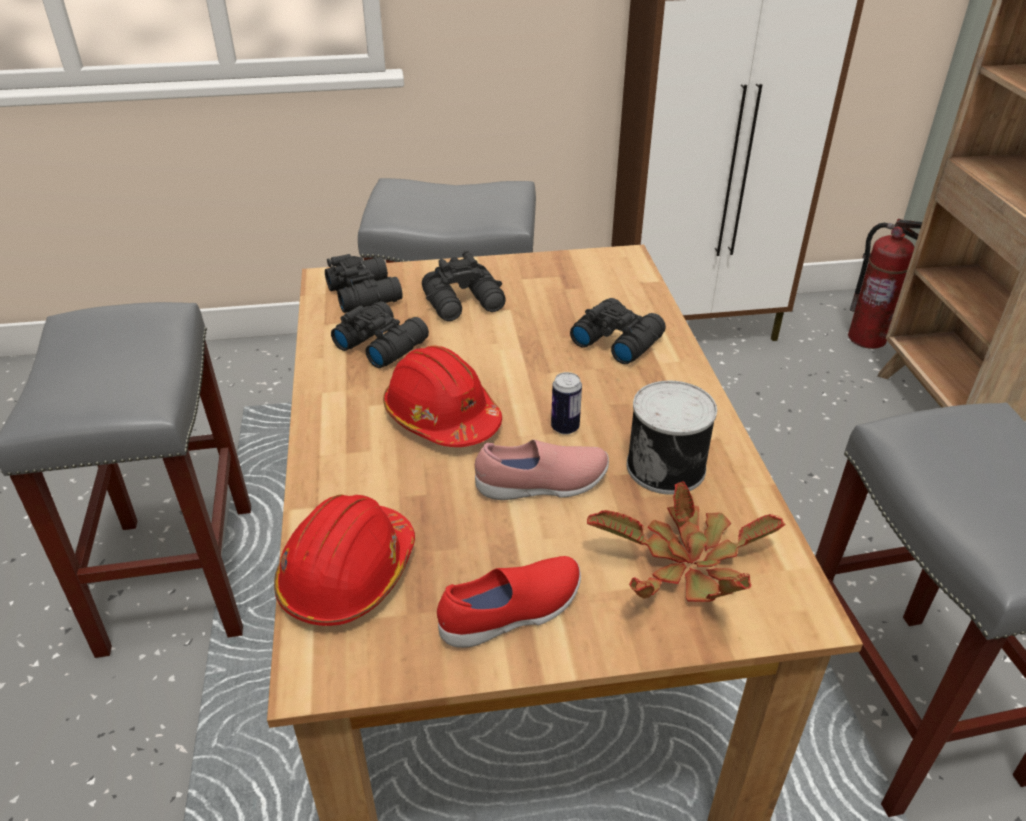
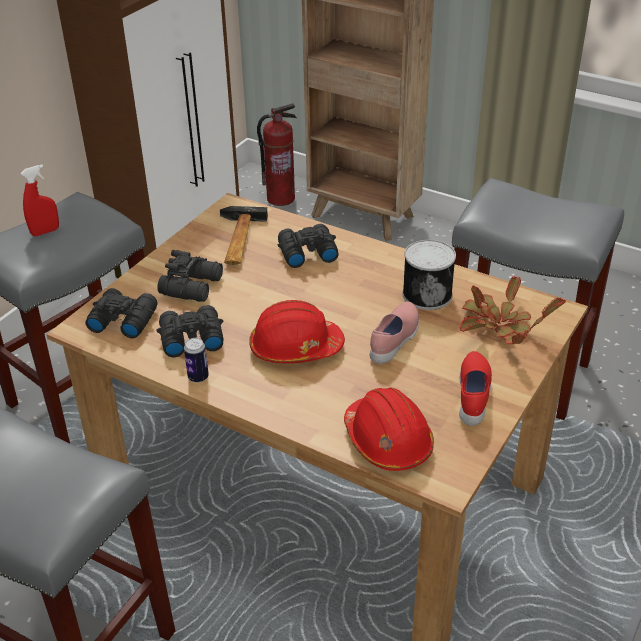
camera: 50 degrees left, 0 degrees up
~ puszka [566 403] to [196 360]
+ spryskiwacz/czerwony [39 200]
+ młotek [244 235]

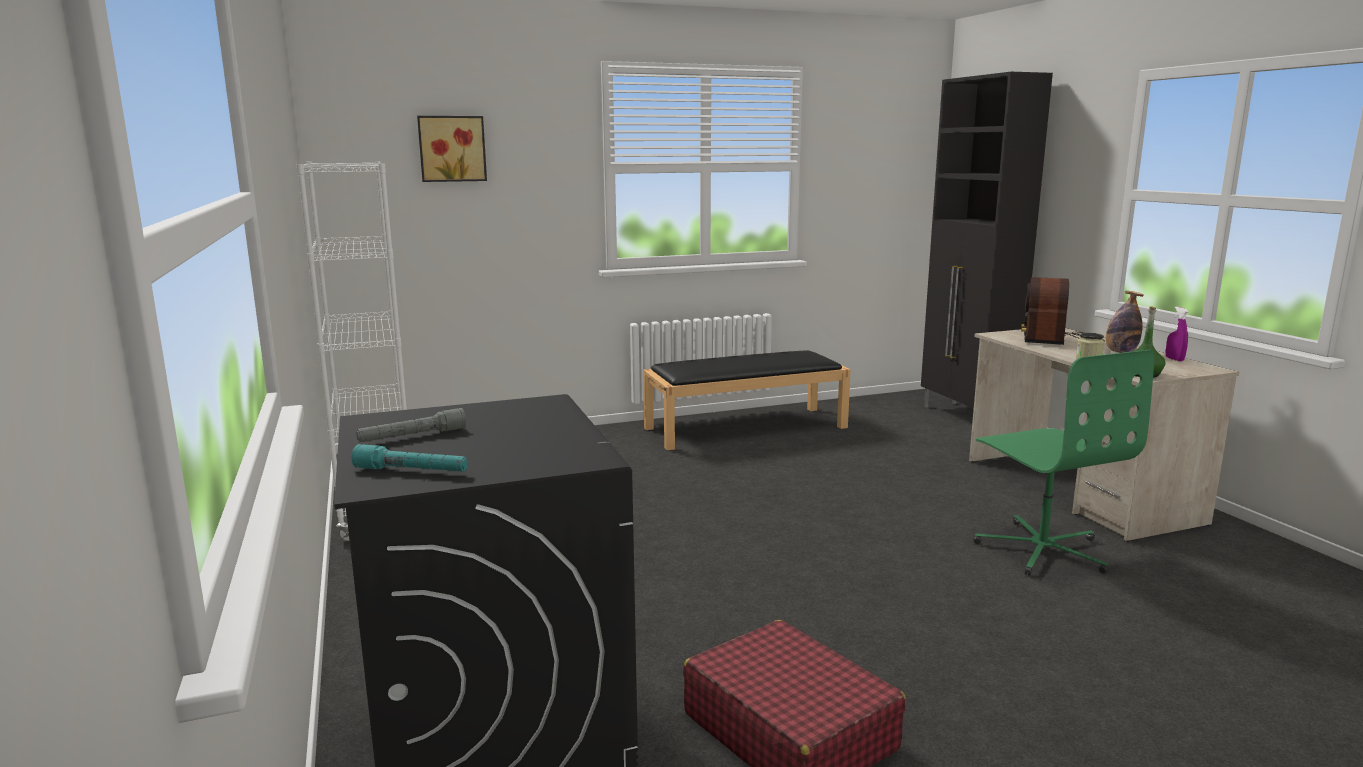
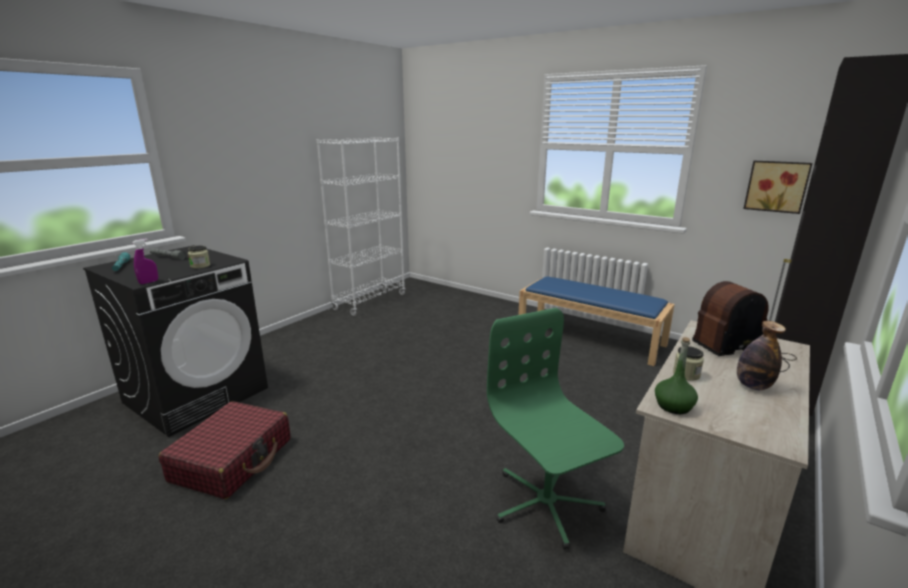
camera: 55 degrees right, 5 degrees up
~ obraz [452 149] to [777 187]
~ ławka/czarny [747 400] to ławka/niebieski [596 321]
~ krzesło biurowe/zielony [1064 463] = [555 429] 120 degrees clockwise
~ spryskiwacz/fioletowy [1177 334] to [145 261]
+ słoik [199 257]

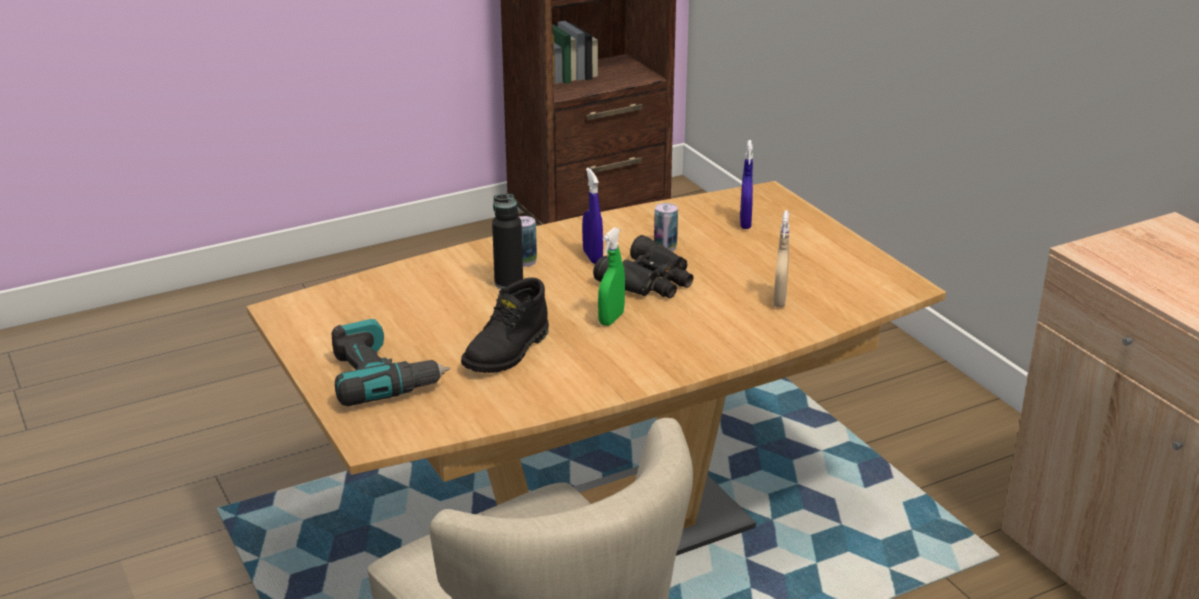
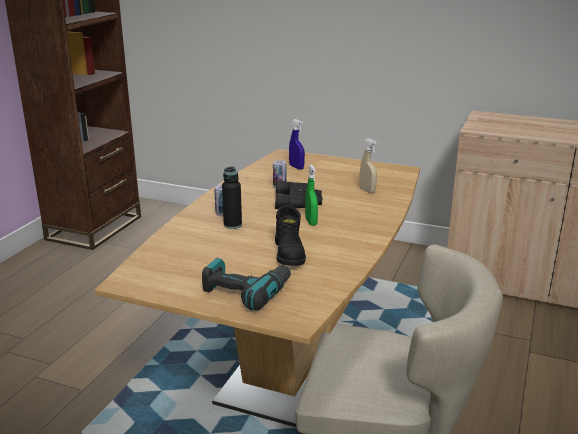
camera: 40 degrees left, 5 degrees down
- spryskiwacz/niebieski [592 216]

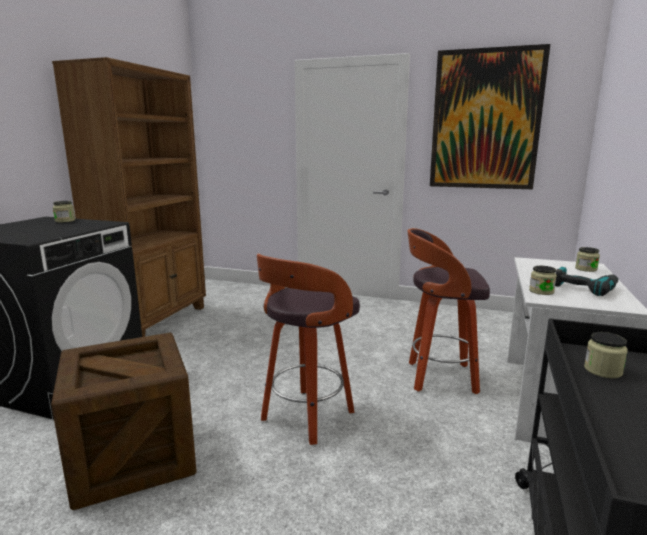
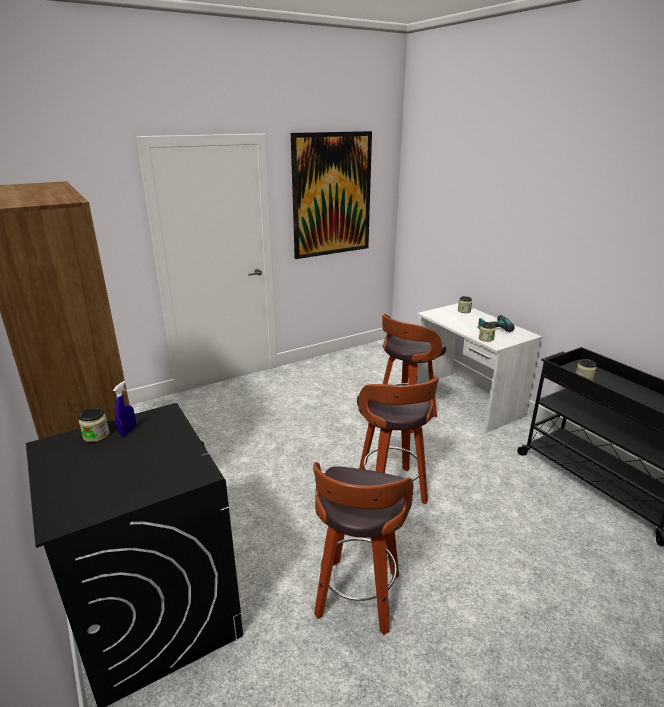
camera: 50 degrees left, 10 degrees up
~ skrzynka [124 421] to stołek [363 548]
+ spryskiwacz/niebieski [124 408]

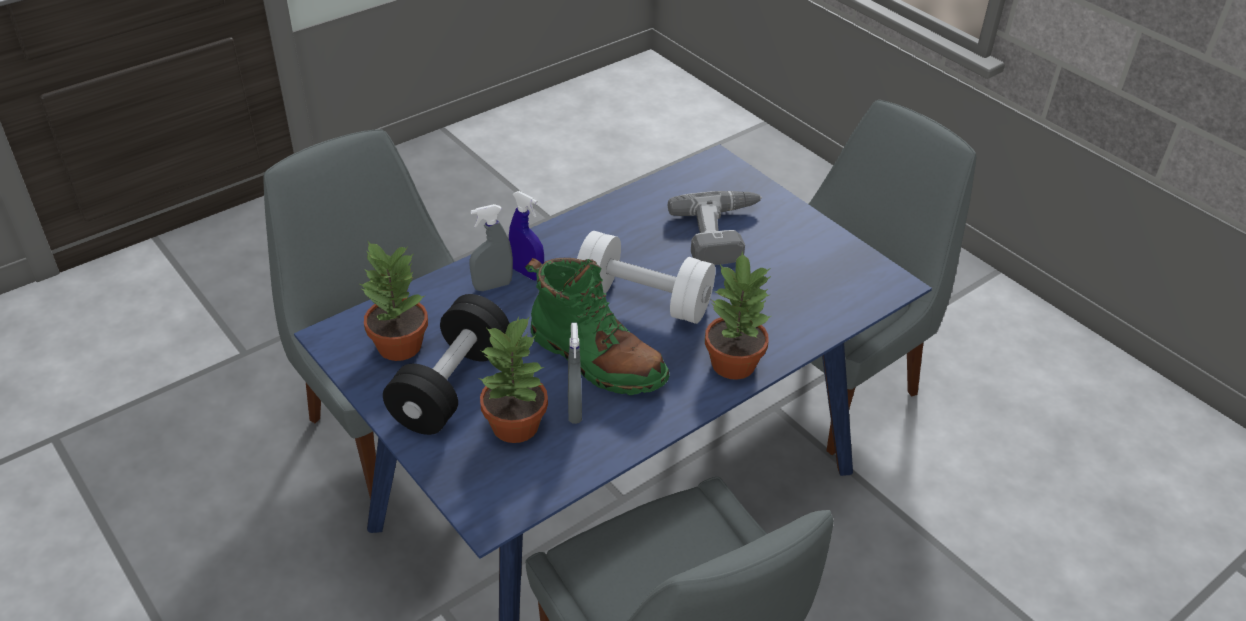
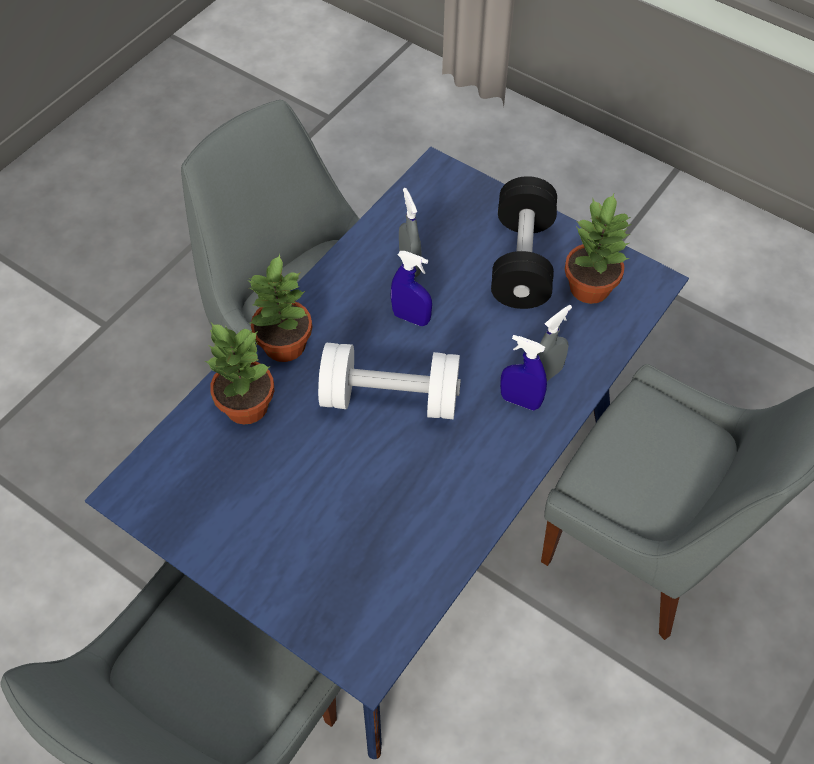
camera: 165 degrees right, 15 degrees up
~ roślina doniczkowa [513 379] to [239 373]
~ but z cholewką/zielony [597 326] to spryskiwacz/niebieski [411 288]
- wiertarka [715 228]

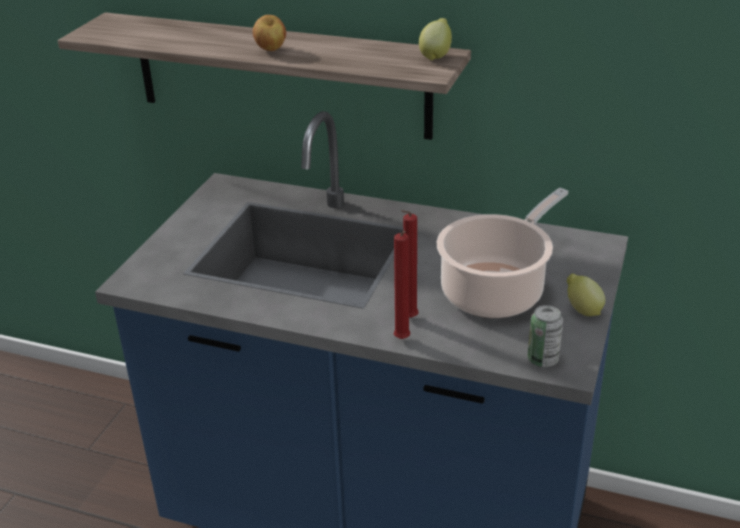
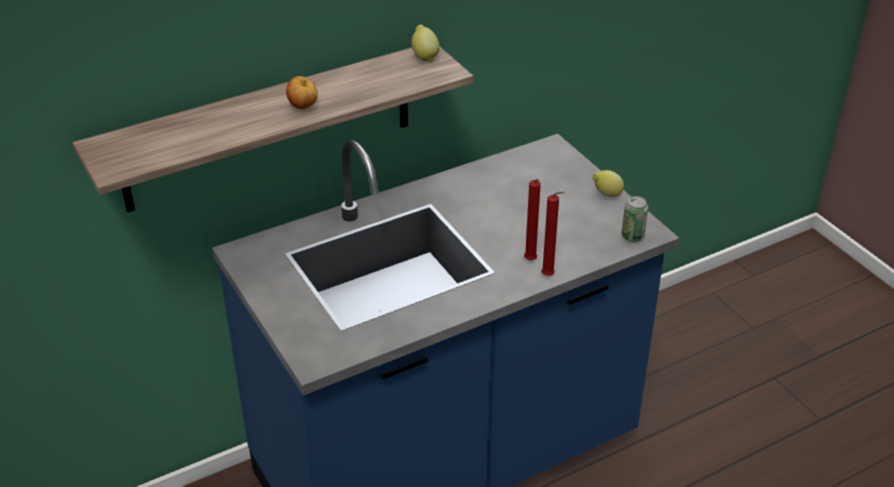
camera: 50 degrees left, 5 degrees up
- garnek [502 252]

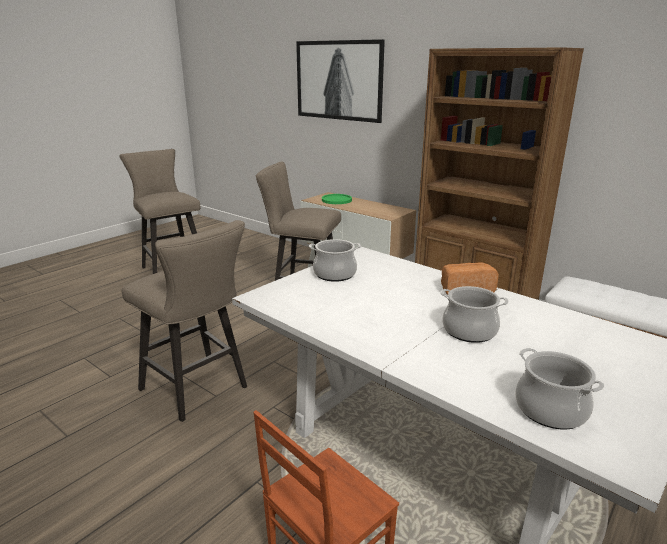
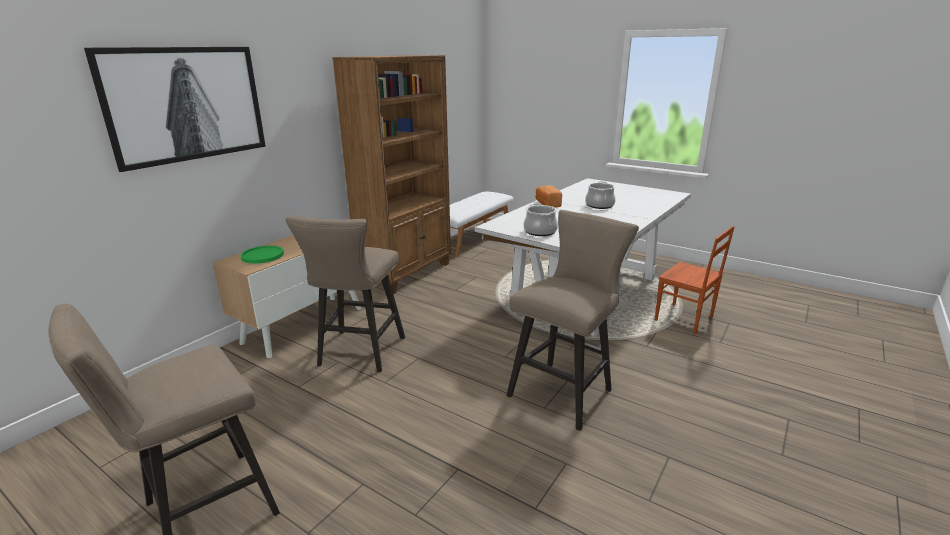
camera: 95 degrees left, 0 degrees up
- garnek [559 389]

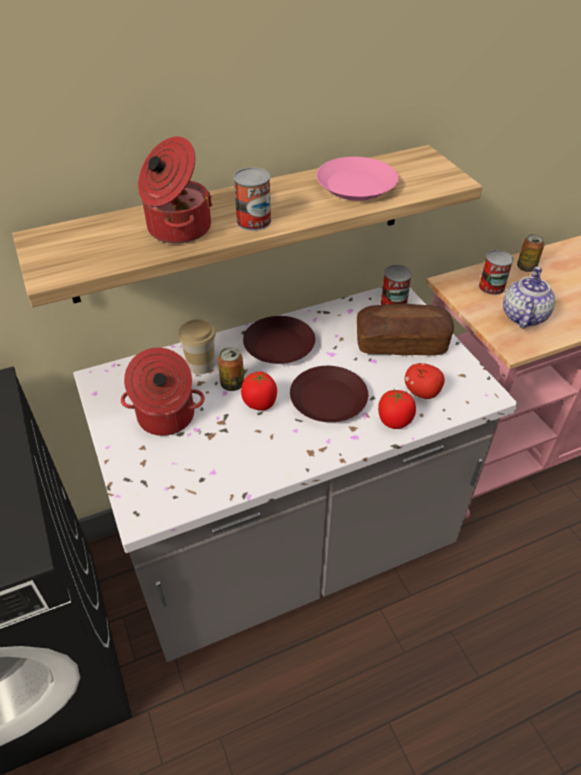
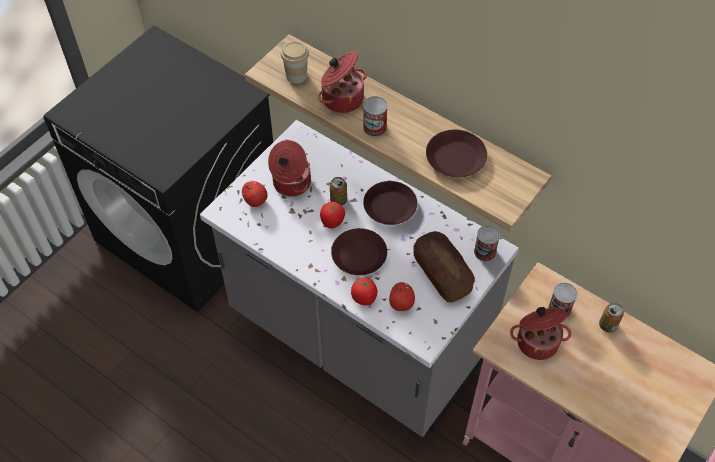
camera: 60 degrees right, 10 degrees up
~ filiżanka [197 346] to [295 62]
~ talerz/różowy [357 179] to talerz/brązowy [456 153]
~ imbryk [529 297] to garnek [540 333]
+ jabłko [255 194]

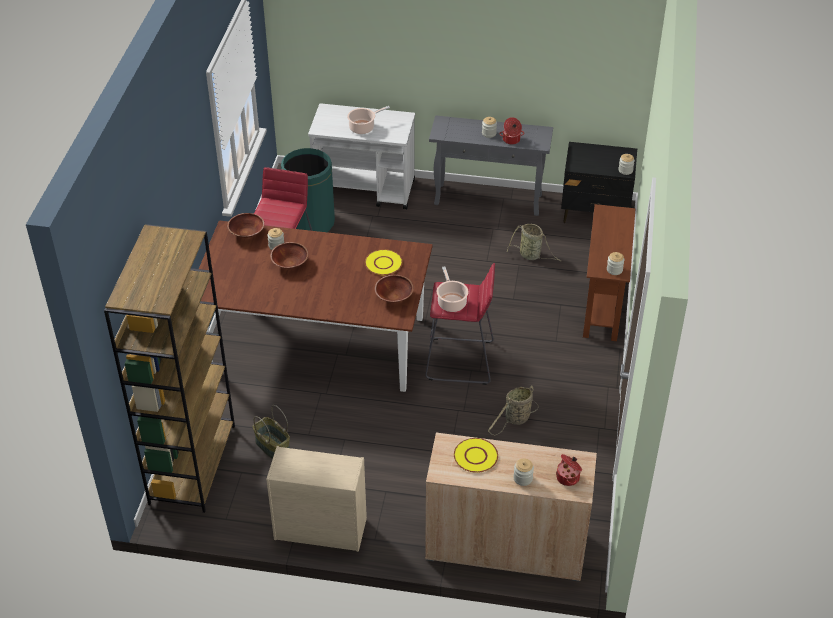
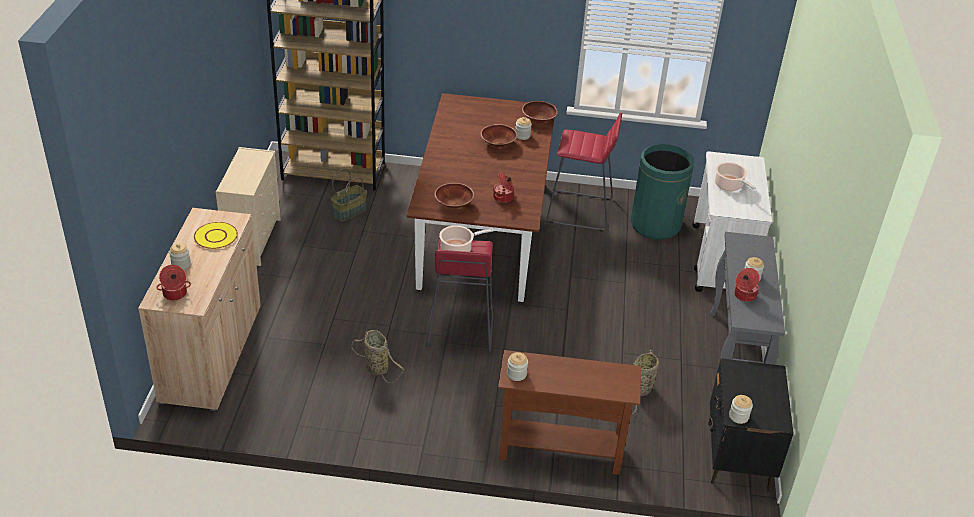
camera: 85 degrees right, 5 degrees down
~ talerz/żółty [384 262] to garnek [503 188]

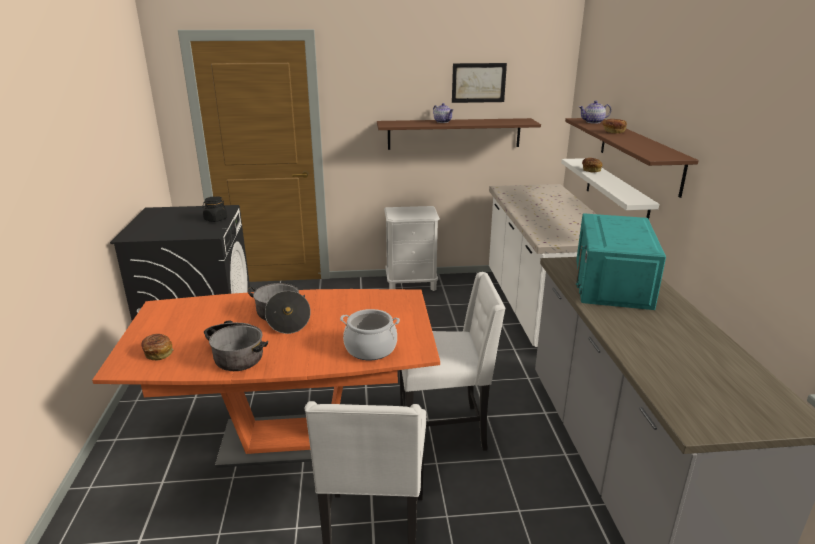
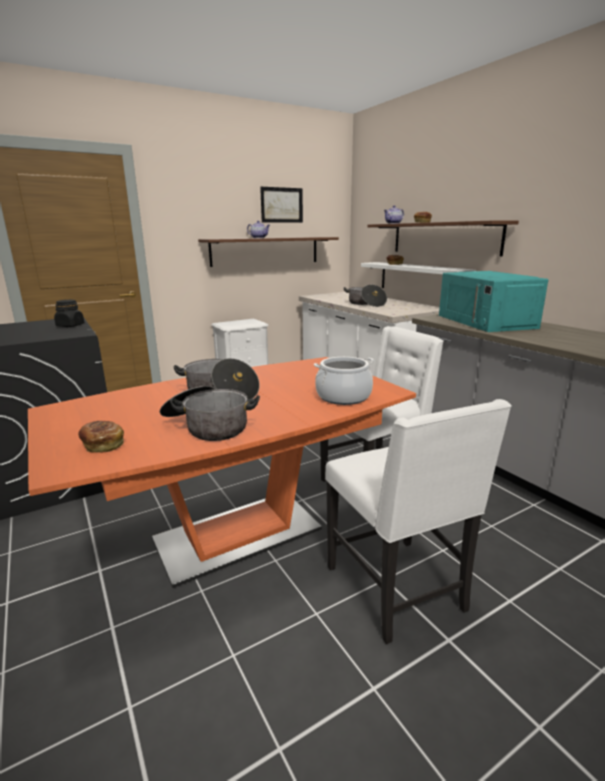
camera: 25 degrees left, 5 degrees down
+ garnek [365 296]

